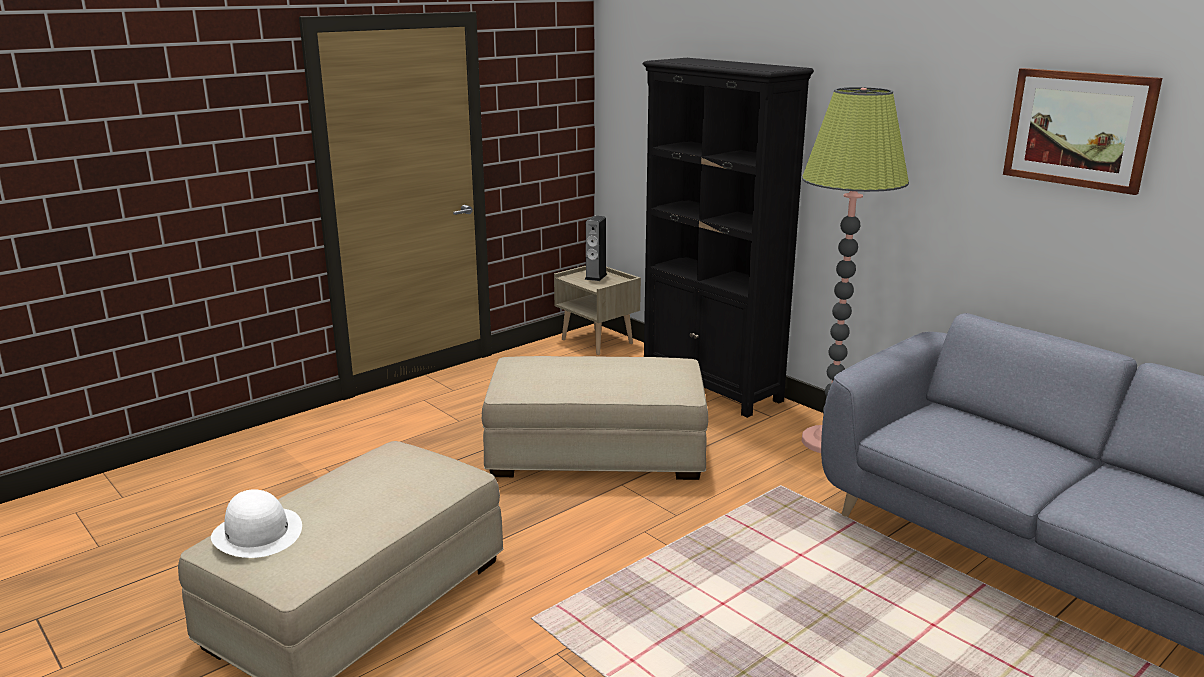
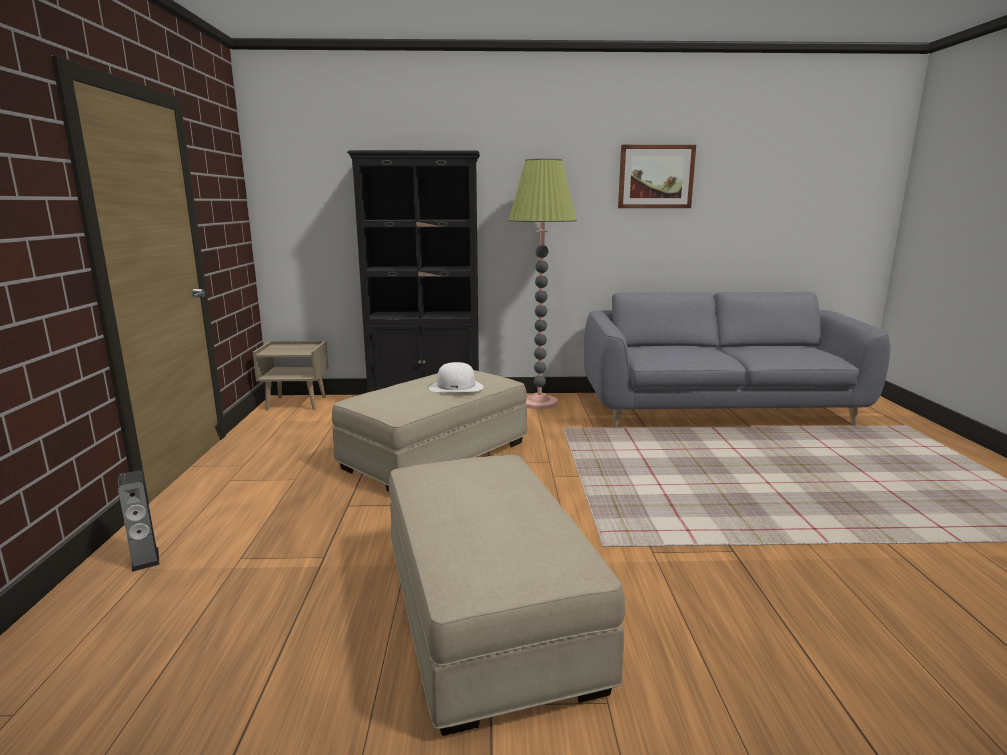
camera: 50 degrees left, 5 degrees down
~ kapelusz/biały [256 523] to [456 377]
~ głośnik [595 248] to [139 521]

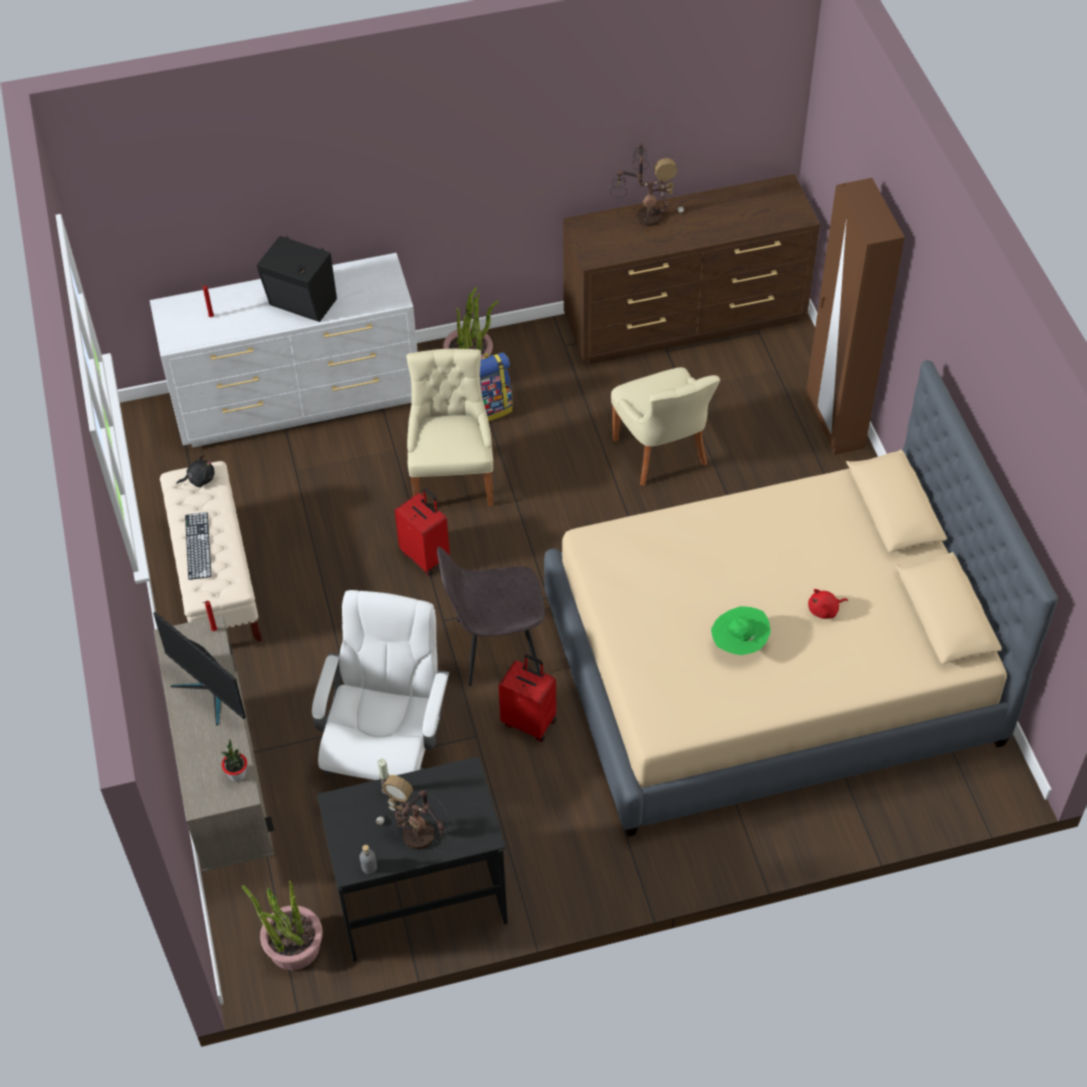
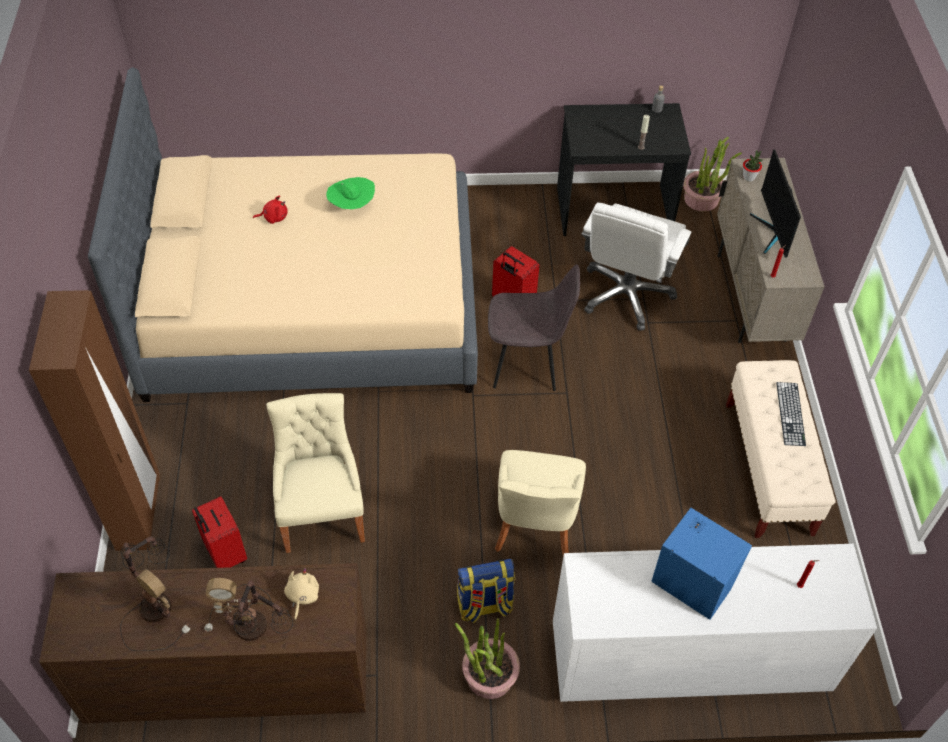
camera: 170 degrees left, 0 degrees up
~ monitor [199 669] = [775 203] 150 degrees counterclockwise
- pluszak/czarny [195 471]
~ głośnik/czarny [297 279] to głośnik/niebieski [701 564]
~ lampa stołowa [415 814] to [155 593]
~ walizka/czerwony [422 532] to [219 532]
+ pluszak/beżowy [301 594]

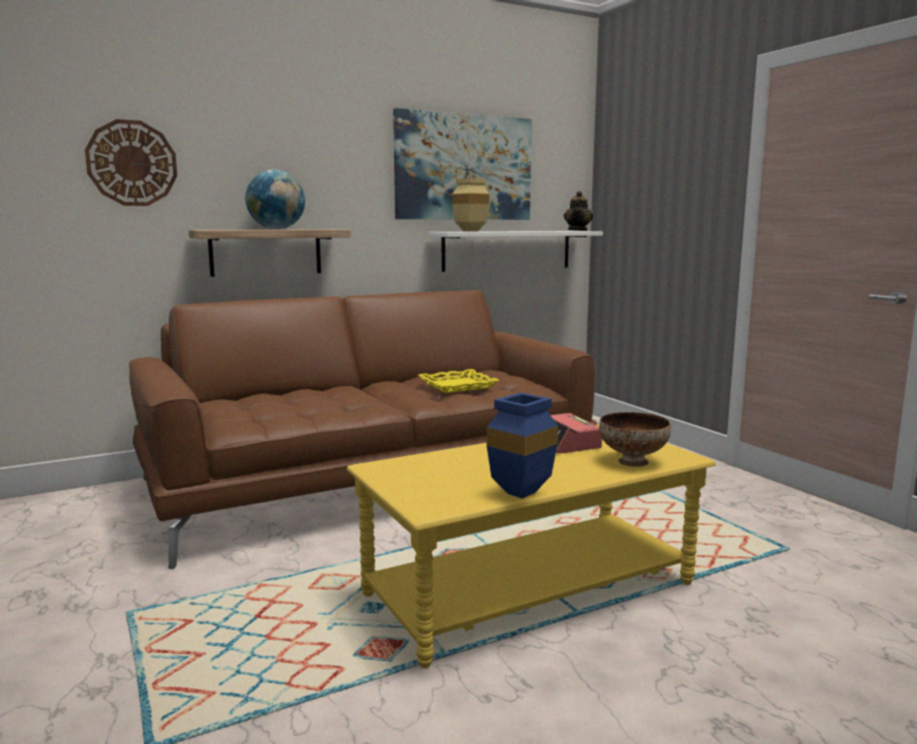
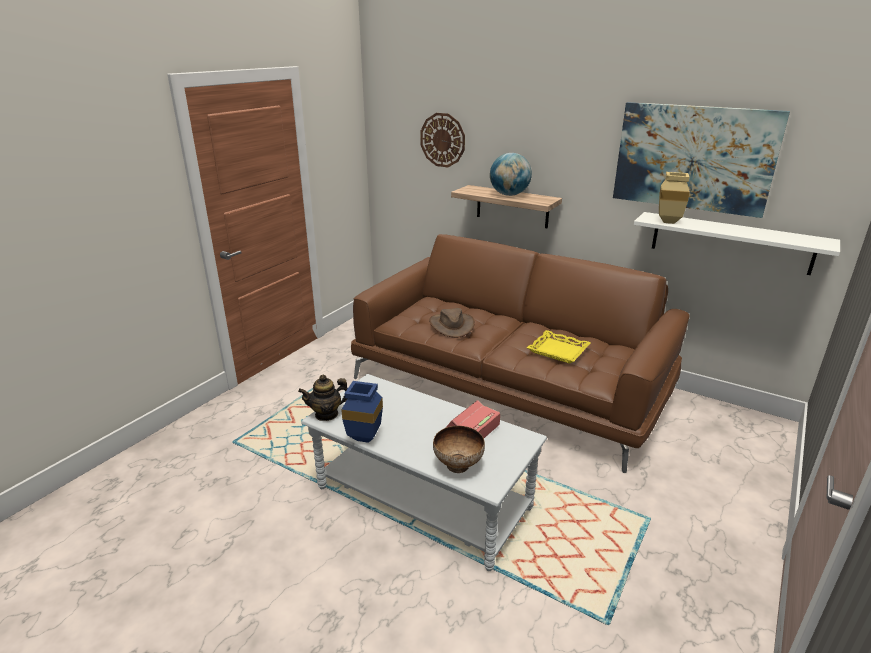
camera: 60 degrees right, 15 degrees up
~ ława/żółty [531 546] to ława/szary [424 472]
~ imbryk [578 211] to [323 398]
+ kapelusz/brązowy [452 323]

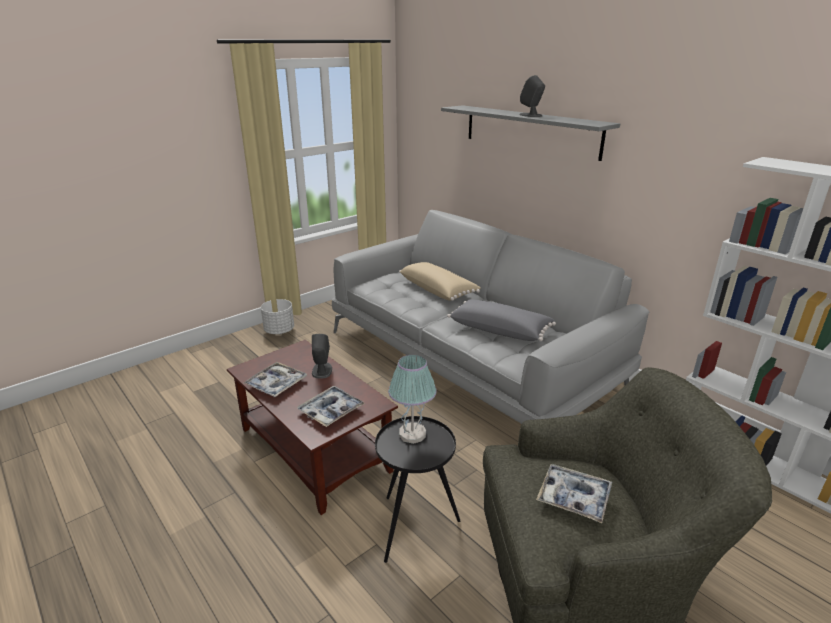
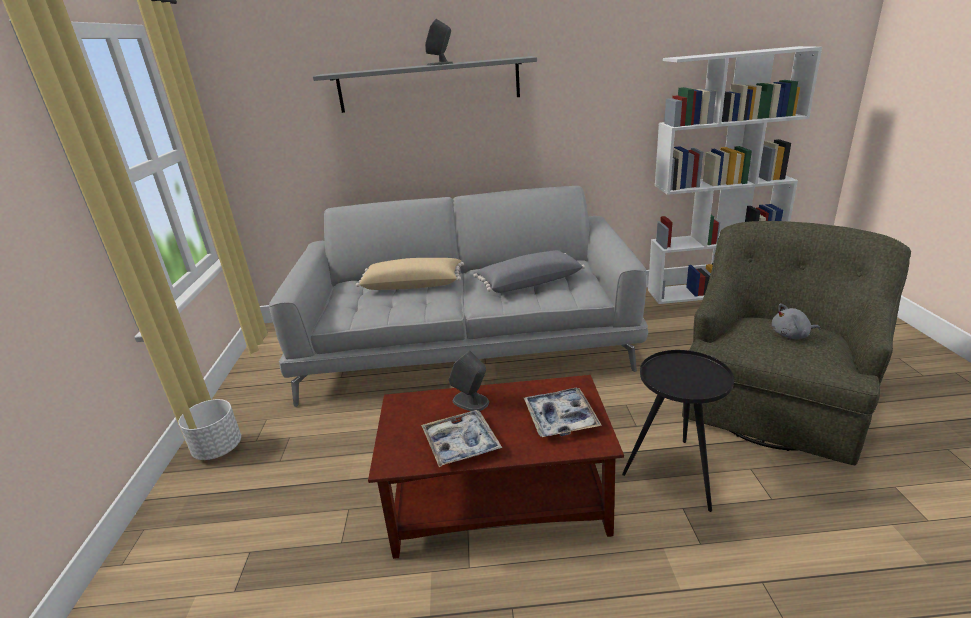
camera: 50 degrees left, 0 degrees up
- lampa stołowa [412 399]
~ taca [574 493] to pluszak/szary [796 321]

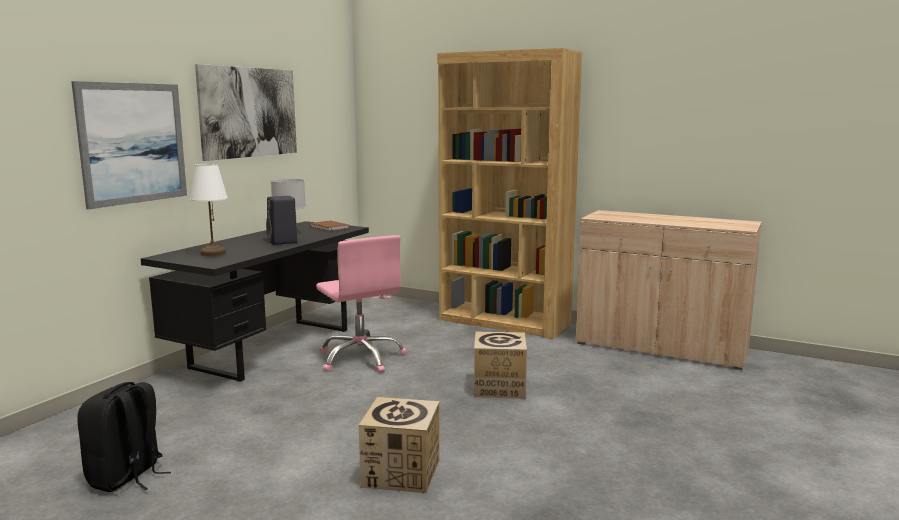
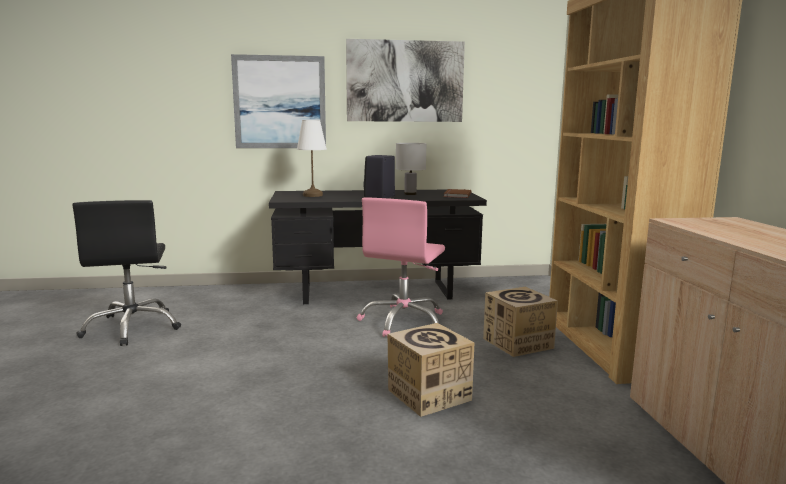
camera: 55 degrees right, 0 degrees up
~ plecak/czarny [124 437] to krzesło biurowe/czarny [127 273]
~ karton [399 445] to [520 322]

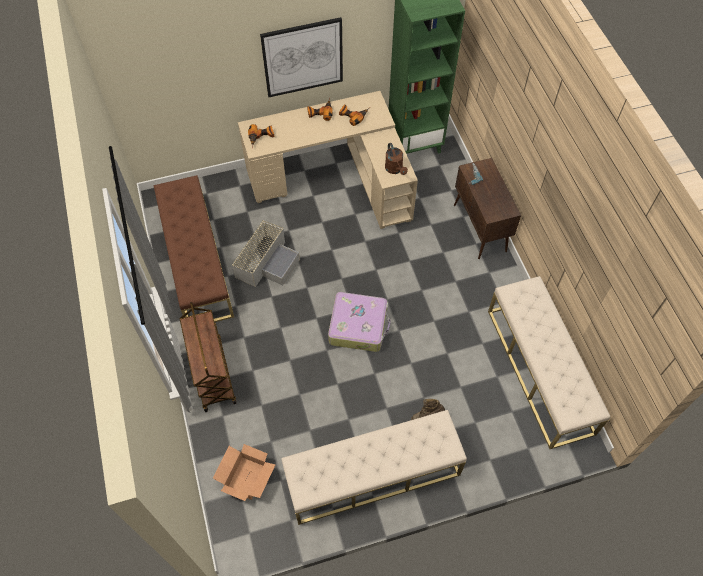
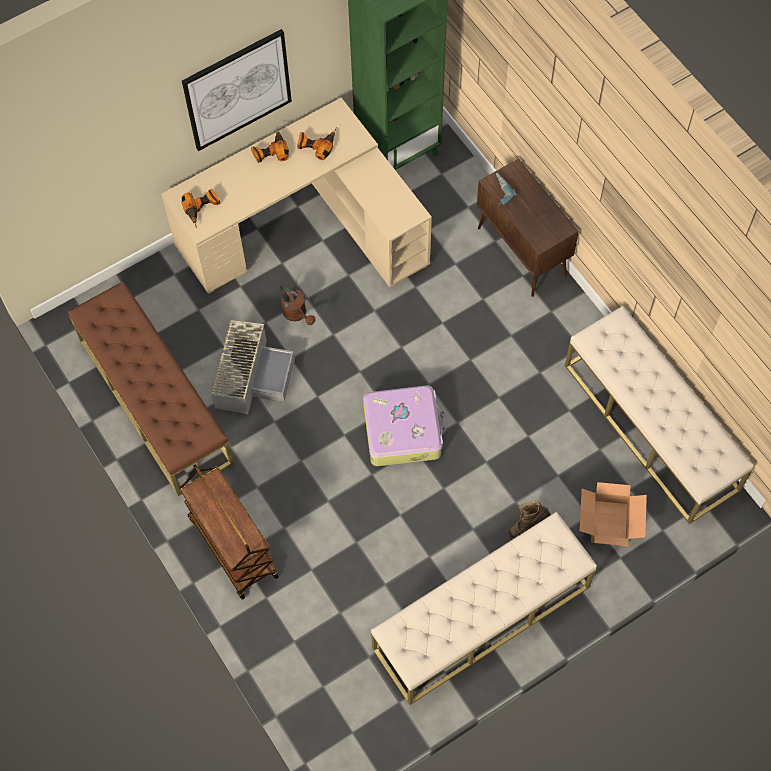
camera: 15 degrees left, 5 degrees up
~ karton [244 472] to [613 514]
~ konewka/brązowy [396 159] to [298 304]

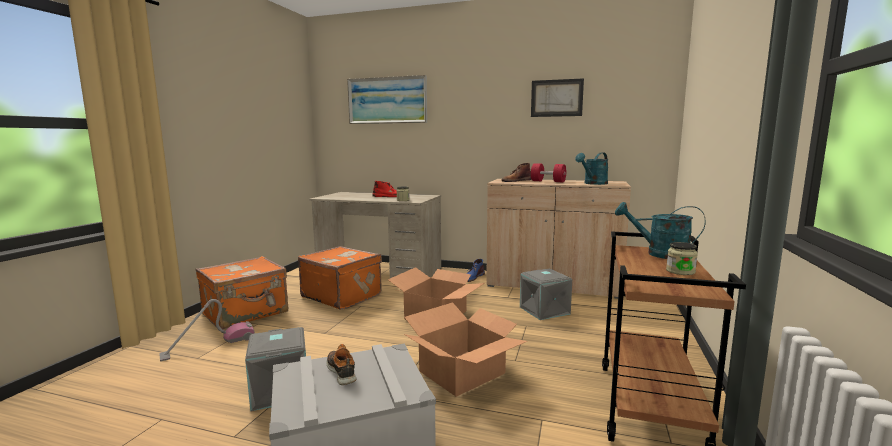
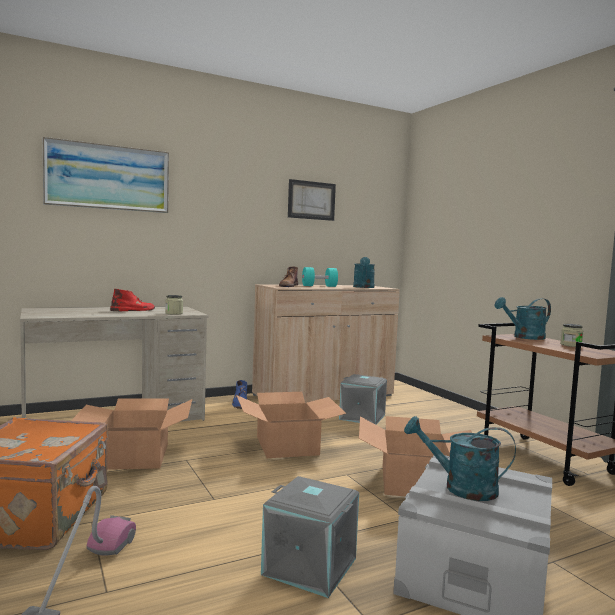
camera: 45 degrees left, 5 degrees down
~ walizka/pomarańczowy [340 278] to karton [131 434]
~ but [341 364] to konewka/turkusowy [460 458]
~ hantel/czerwony [548 172] to hantel/turkusowy [320 277]

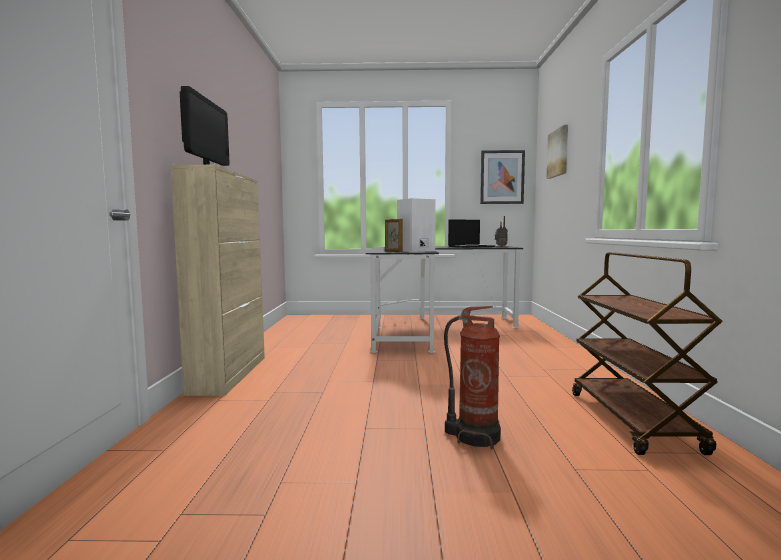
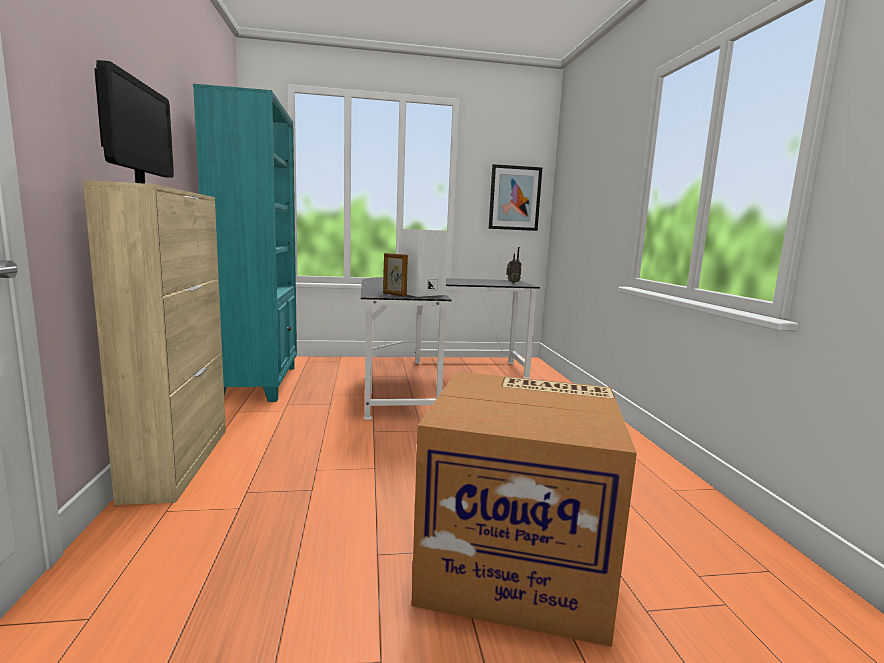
camera: 10 degrees left, 5 degrees up
~ gaśnica [472 377] to karton [524 509]
- laptop [471 234]
- obraz [557 152]
- wózek/brązowy [647 353]
+ regał/turkusowy [245 243]

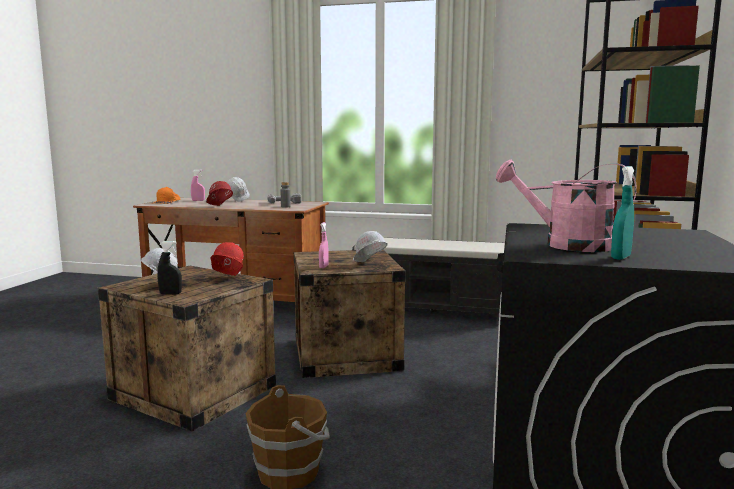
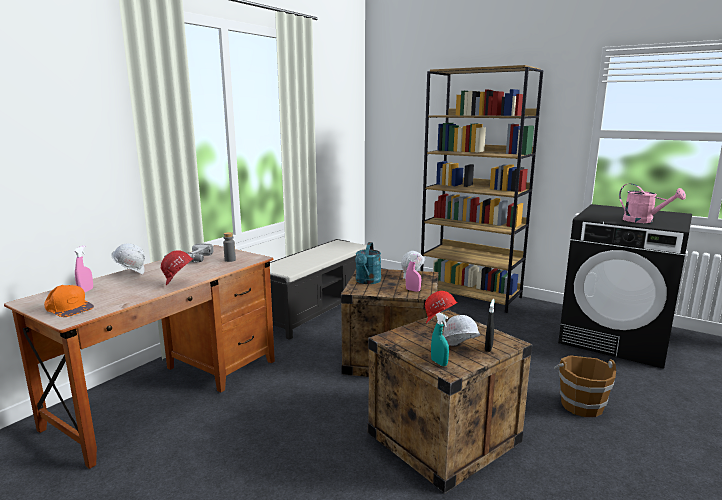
camera: 70 degrees left, 5 degrees up
~ konewka/różowy [566 206] = [652 203] 90 degrees counterclockwise
~ spryskiwacz/turkusowy [622 213] to [440 339]
+ konewka/turkusowy [368 263]

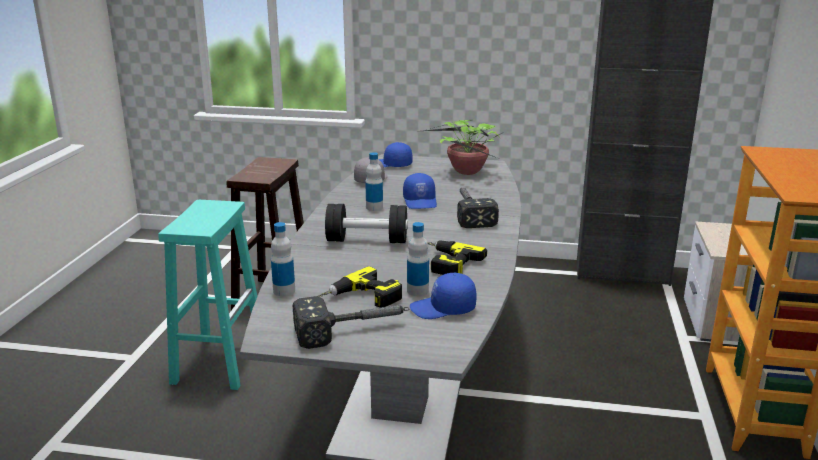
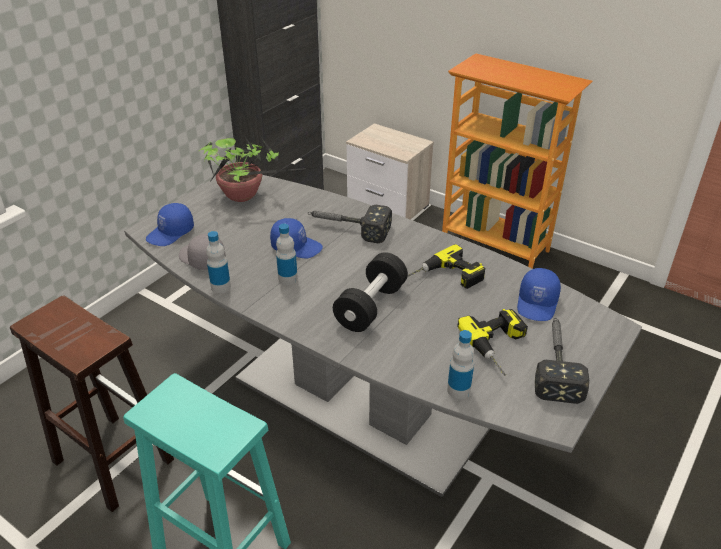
camera: 65 degrees left, 15 degrees up
~ butelka [418 259] to [218 262]

